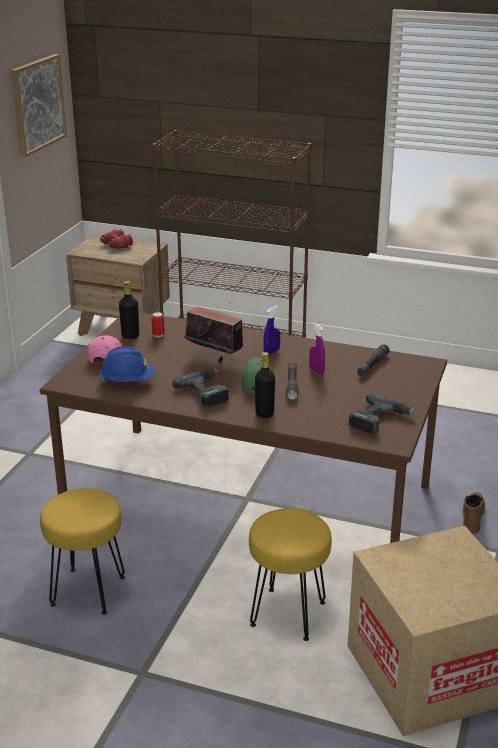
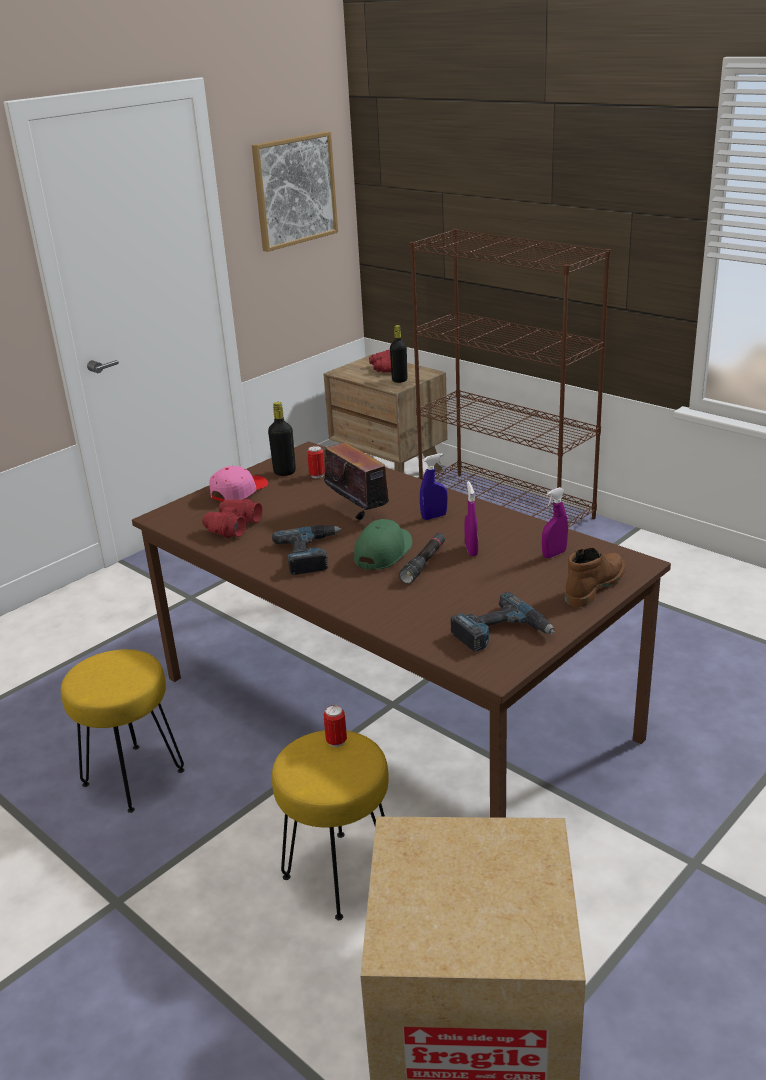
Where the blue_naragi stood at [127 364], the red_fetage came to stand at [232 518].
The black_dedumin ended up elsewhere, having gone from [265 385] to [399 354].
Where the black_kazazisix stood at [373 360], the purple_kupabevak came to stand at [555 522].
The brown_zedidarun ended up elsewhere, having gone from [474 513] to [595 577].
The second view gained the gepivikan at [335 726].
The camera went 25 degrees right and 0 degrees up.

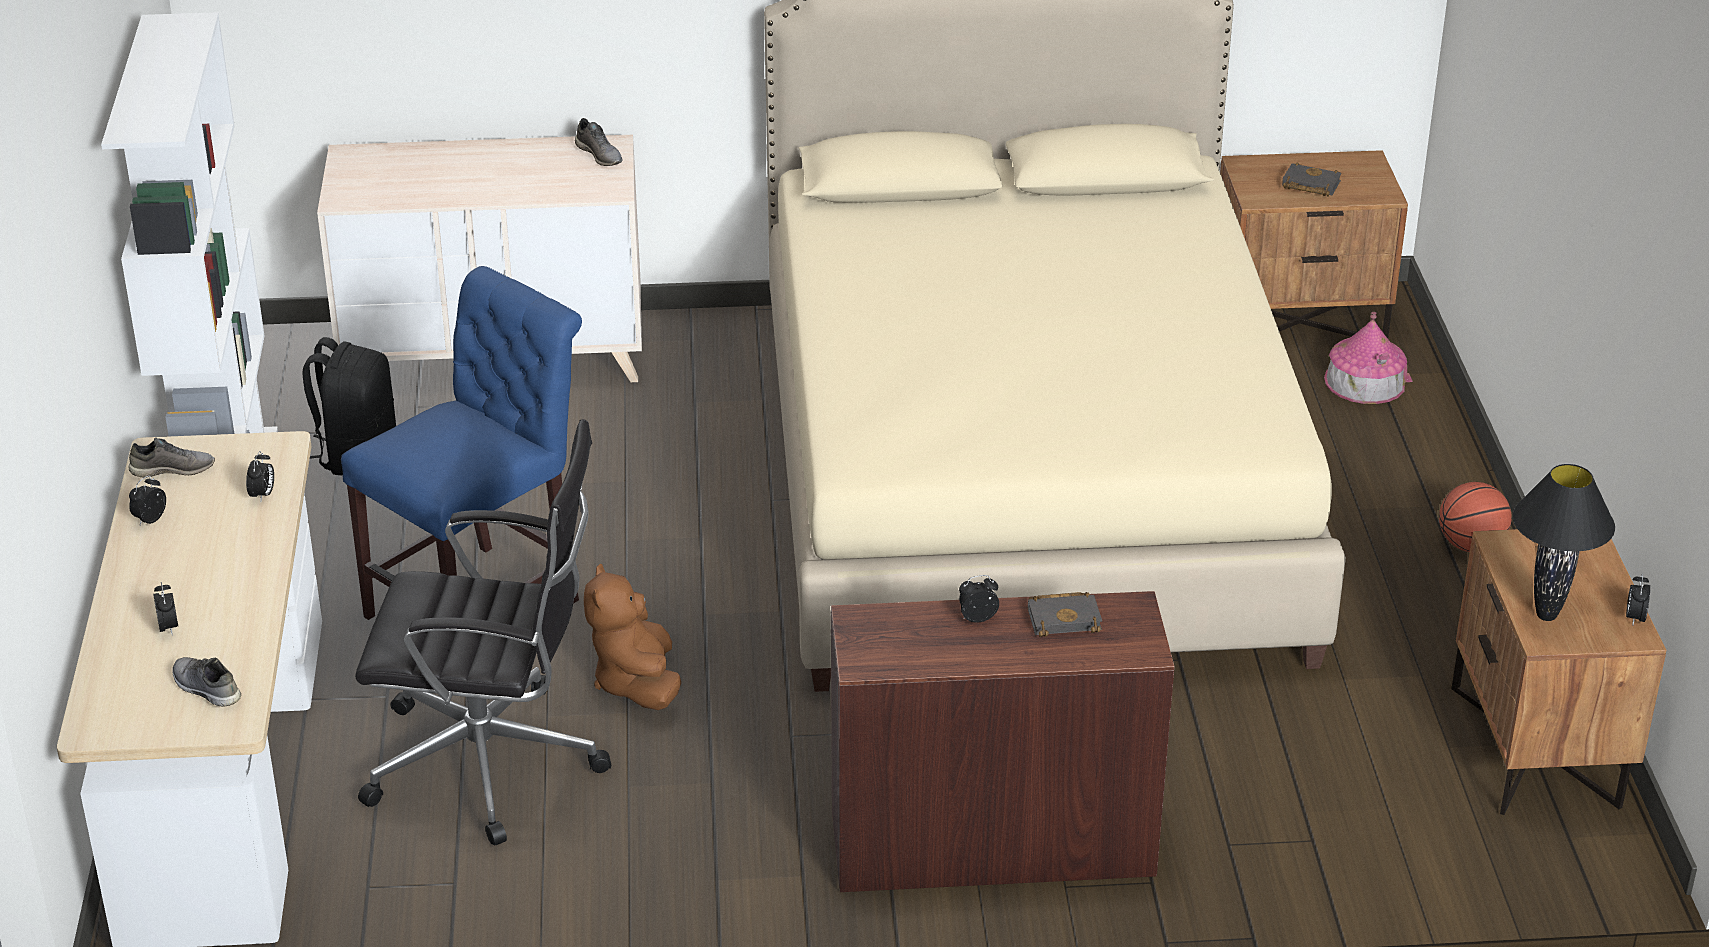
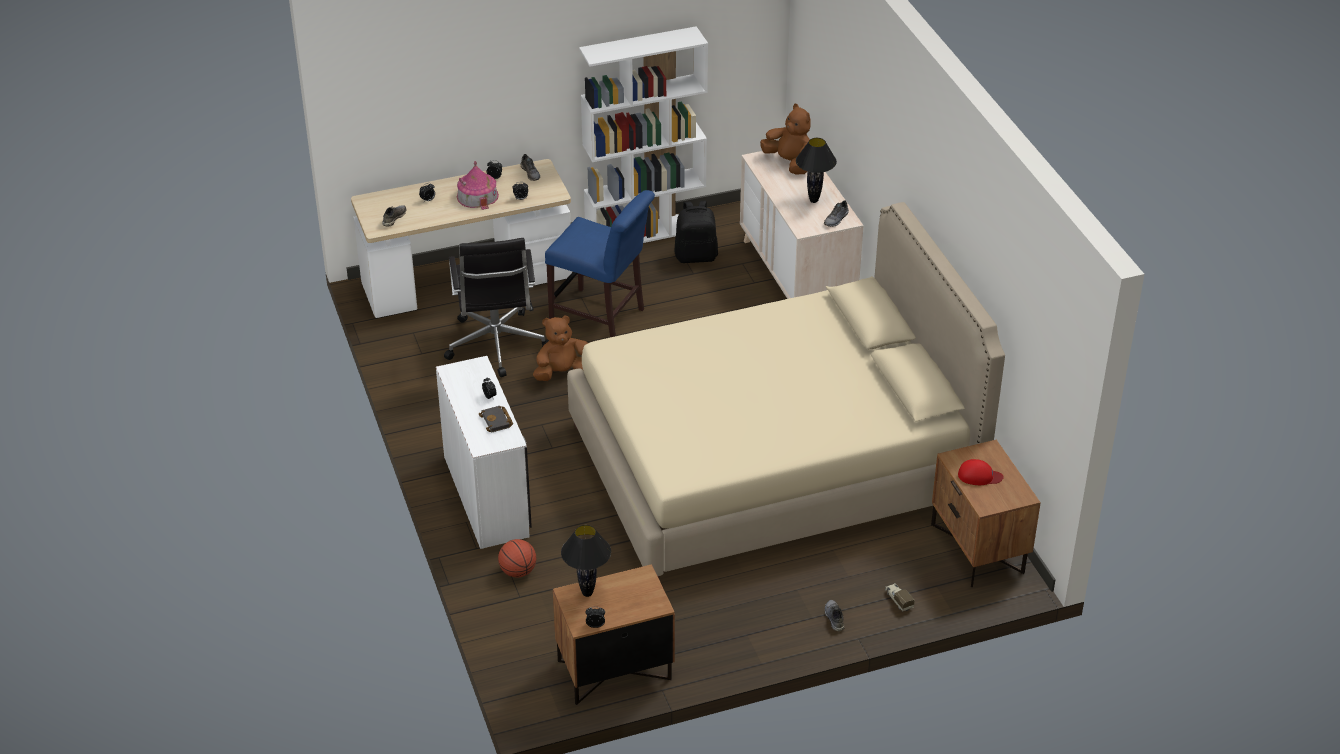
What was the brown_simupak at [1003 741] turned into the white_simupak at [484 452].
Where the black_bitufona stood at [1312 179], the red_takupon came to stand at [981 472].
The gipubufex ended up elsewhere, having gone from [1368 358] to [478 185].
The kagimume ended up elsewhere, having gone from [1475 517] to [517 558].
The second view gained the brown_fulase at [785 139].
The second view gained the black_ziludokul at [816 170].
The second view gained the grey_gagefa at [835 615].
The second view gained the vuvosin at [900 597].
The camera went 75 degrees right and 5 degrees up.

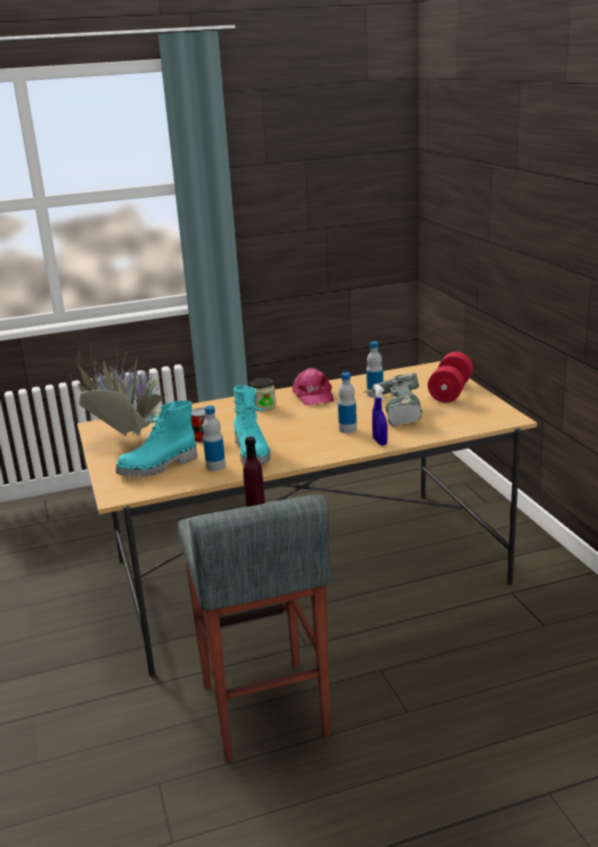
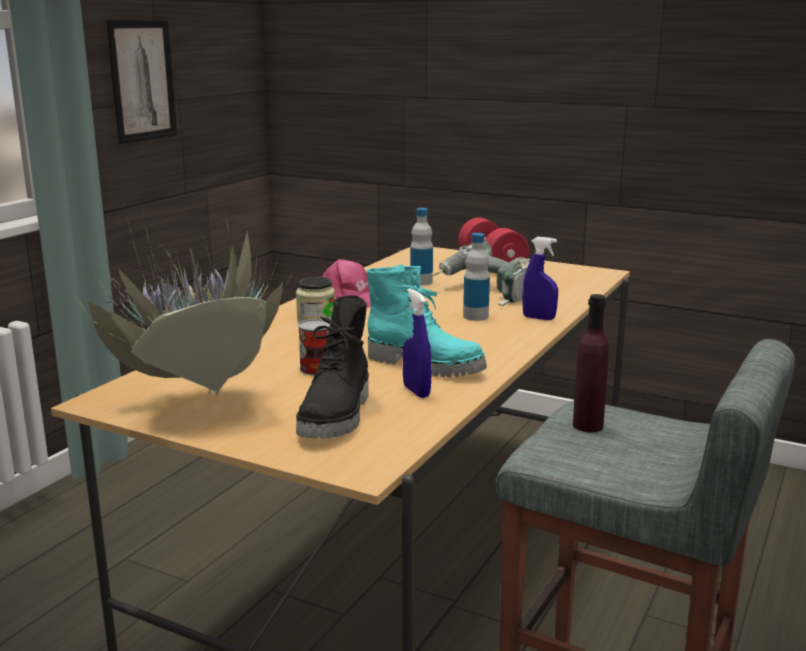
What was the turquoise_zedidarun at [156 439] turned into the black_zedidarun at [332 367].
Where the dedumin stood at [214 438], the blue_kupabevak came to stand at [417 343].
The second view gained the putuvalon at [141 82].
The camera went 45 degrees left and 5 degrees down.

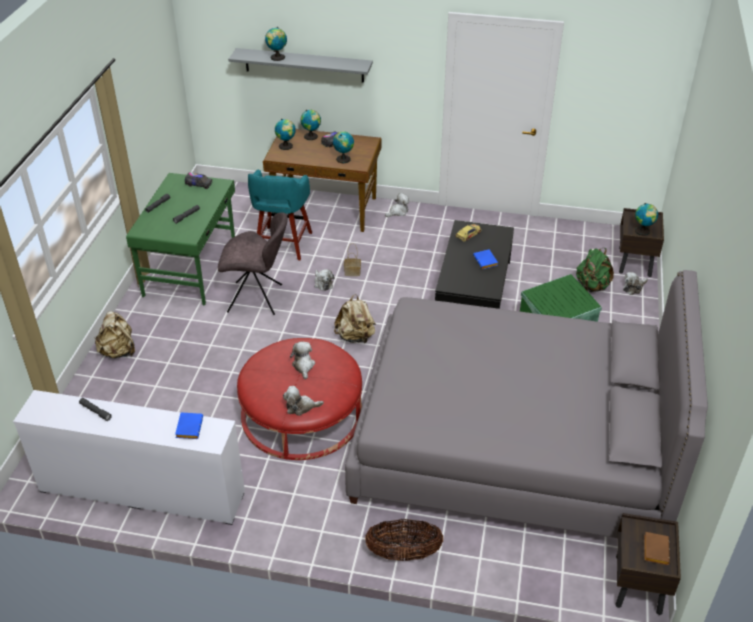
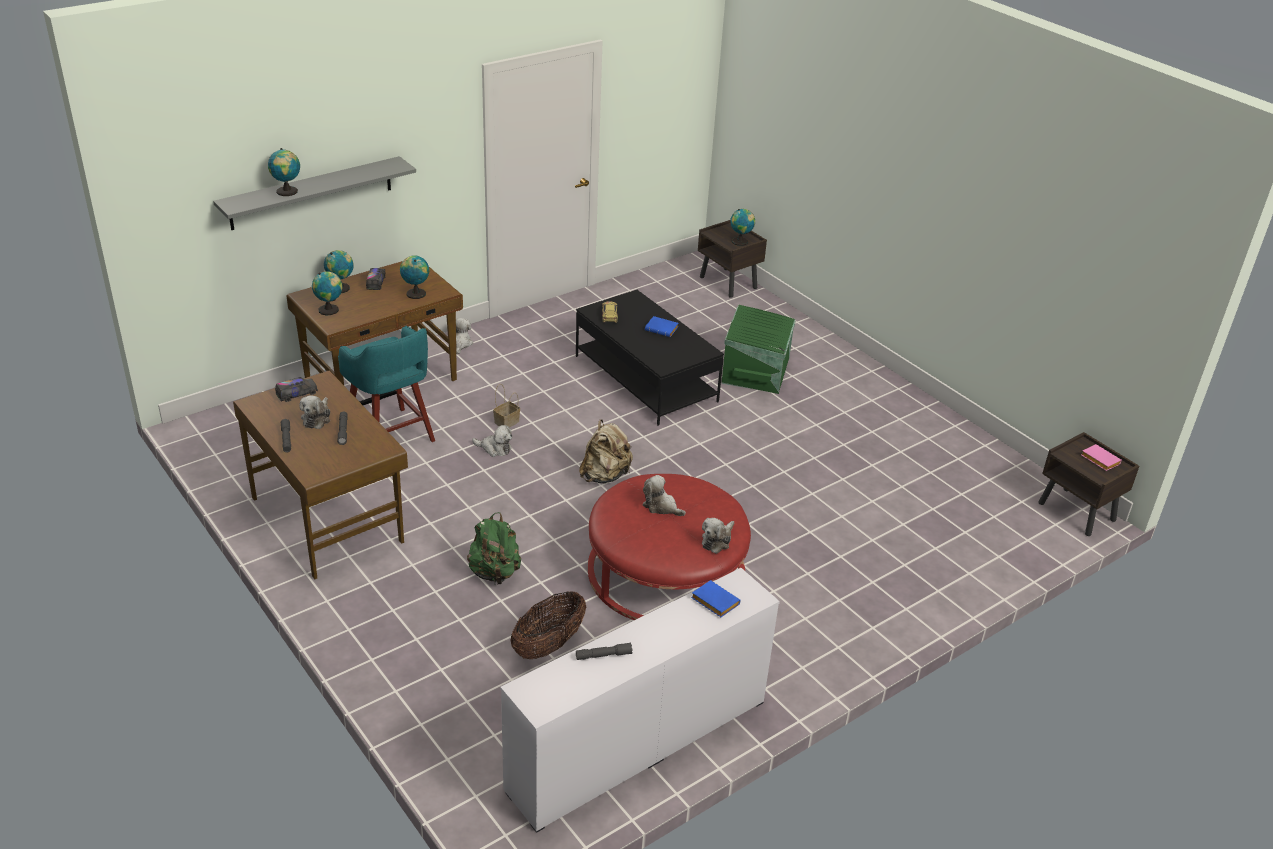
The second view lost the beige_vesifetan at [114 334].
What was the green_simupak at [180 239] turned into the brown_simupak at [320 474].
The second view lost the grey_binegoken at [253 263].
The second view lost the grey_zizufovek at [526 404].
The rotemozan ended up elsewhere, having gone from [404 540] to [548 625].
The green_vesifetan ended up elsewhere, having gone from [595 270] to [494 548].
The fulase ended up elsewhere, having gone from [635 283] to [315 412].
What was the brown_bitufona at [657 548] turned into the pink_bitufona at [1101 457].
The camera went 50 degrees left and 5 degrees down.

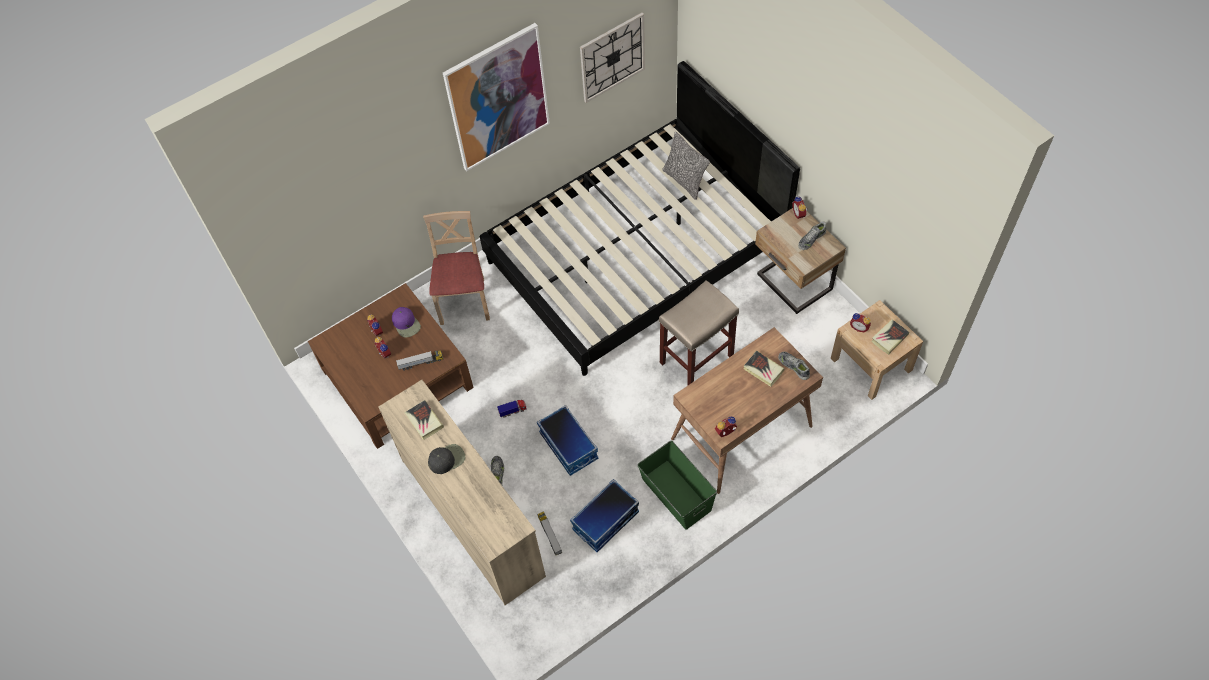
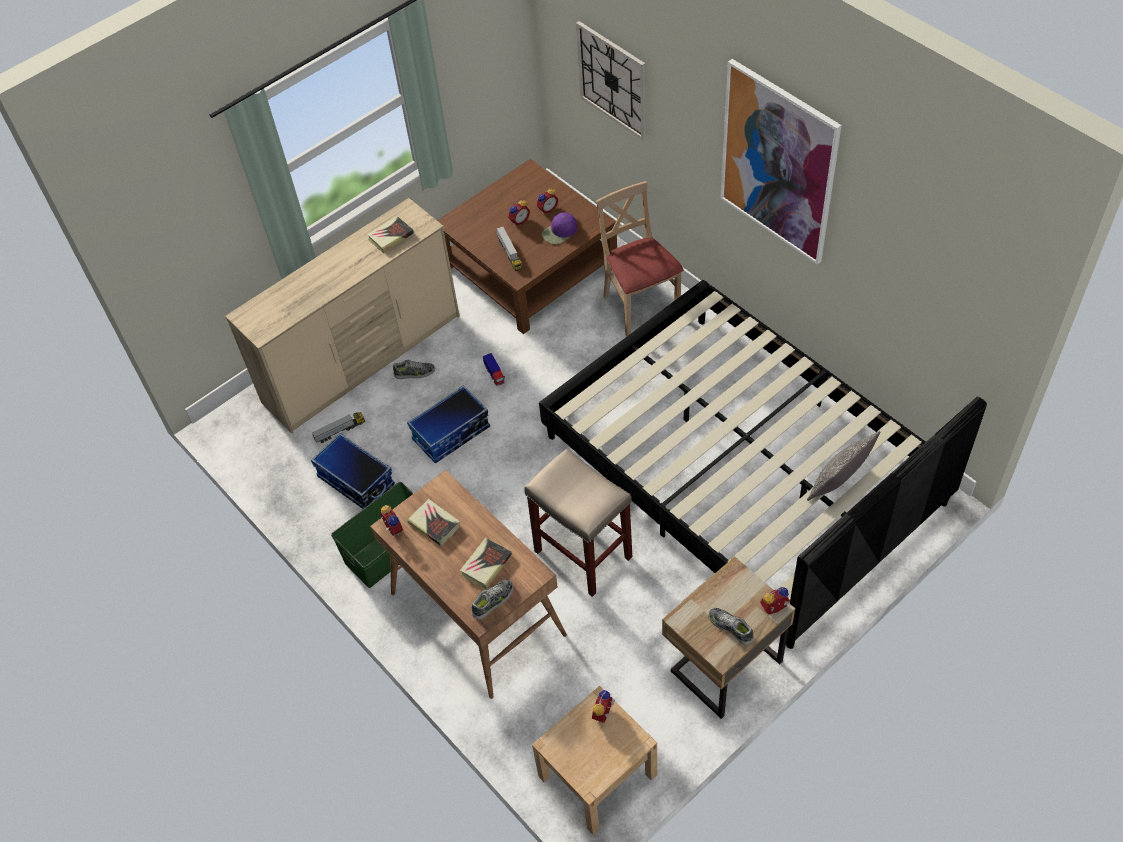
The beige_binegoken at [456 268] ended up facing another way, 105 degrees counterclockwise from before.
The second view lost the black_takupon at [446 459].
The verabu ended up elsewhere, having gone from [612 58] to [611 80].
The bitufona ended up elsewhere, having gone from [890 337] to [433 522].
The camera went 85 degrees right and 5 degrees down.

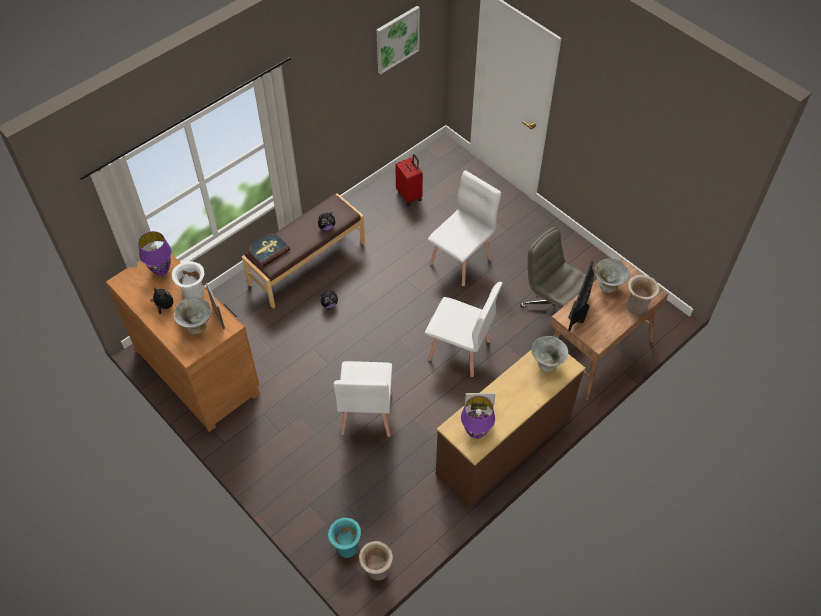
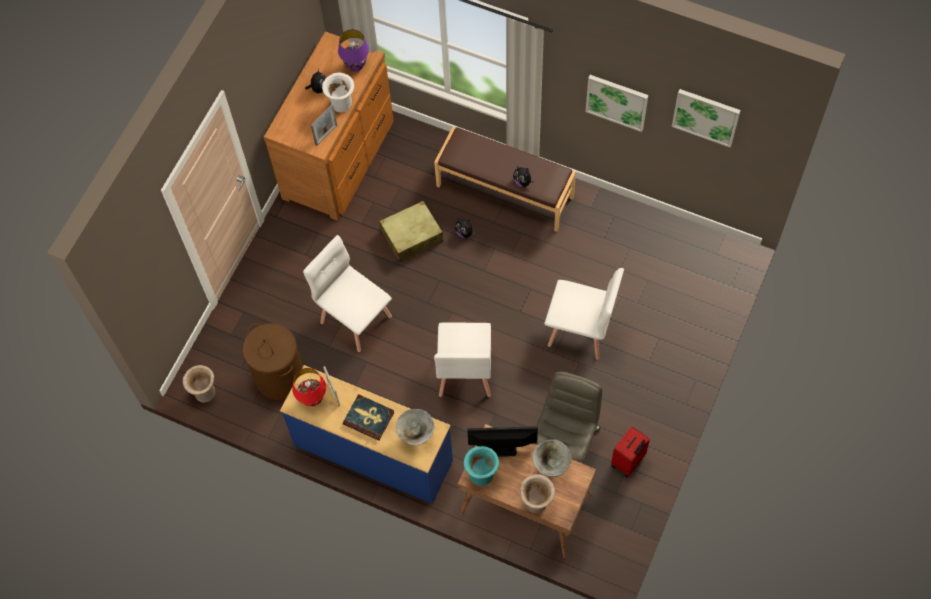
The second view lost the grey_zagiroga at [192 315].
The bitufona ended up elsewhere, having gone from [268 249] to [368 417].
The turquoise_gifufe ended up elsewhere, having gone from [344 538] to [481 466].
The white_binegoken at [363 399] ended up facing another way, 60 degrees clockwise from before.
The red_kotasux ended up elsewhere, having gone from [409 180] to [630 452].
What was the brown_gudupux at [510 428] turned into the blue_gudupux at [366 434].
What was the purple_ziludokul at [478 417] turned into the red_ziludokul at [309 387].
The second view gained the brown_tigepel at [273 361].
The second view gained the beige_kotasux at [411 231].
The second view gained the putuvalon at [617 103].
The camera went 70 degrees right and 10 degrees up.

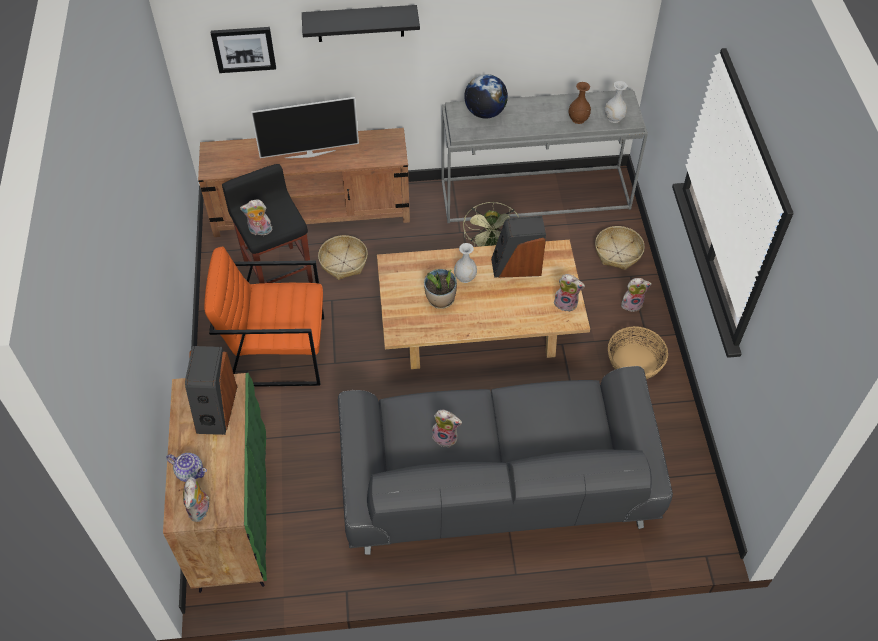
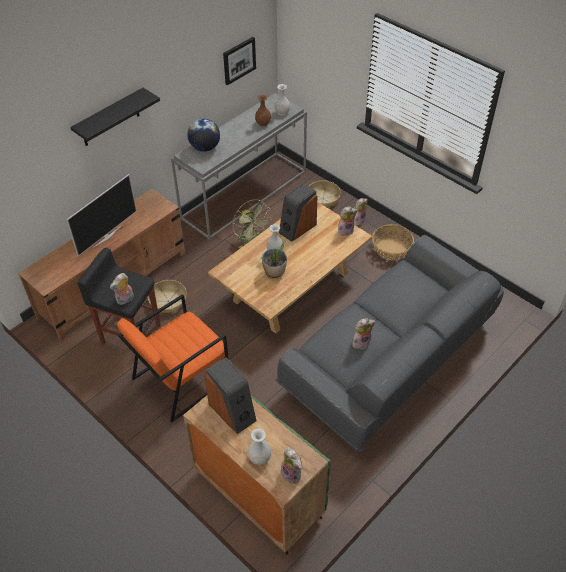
Where the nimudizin stood at [186 467], the white_gifufe came to stand at [259 447].
The putuvalon ended up elsewhere, having gone from [243 50] to [239 61].
The camera went 40 degrees left and 5 degrees down.

